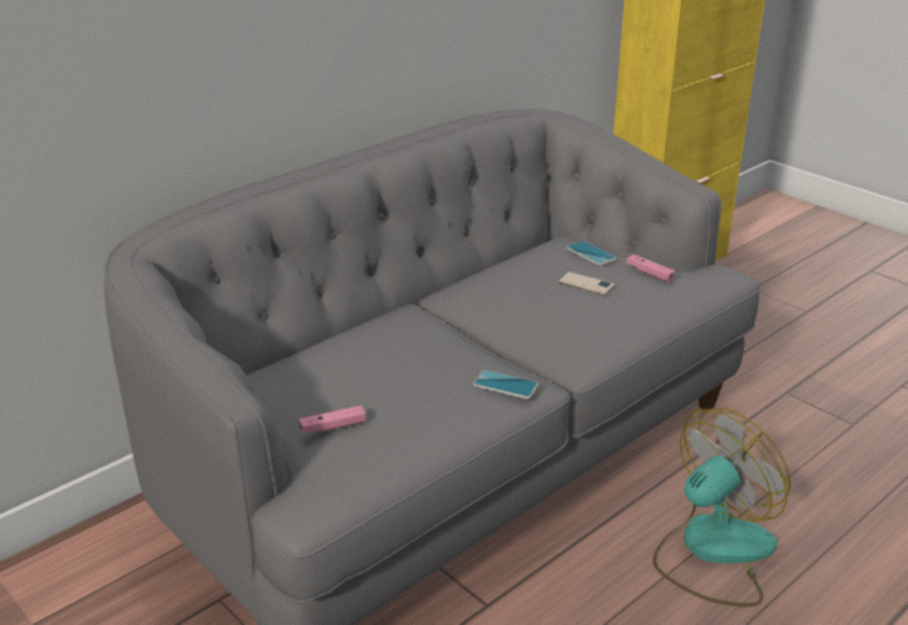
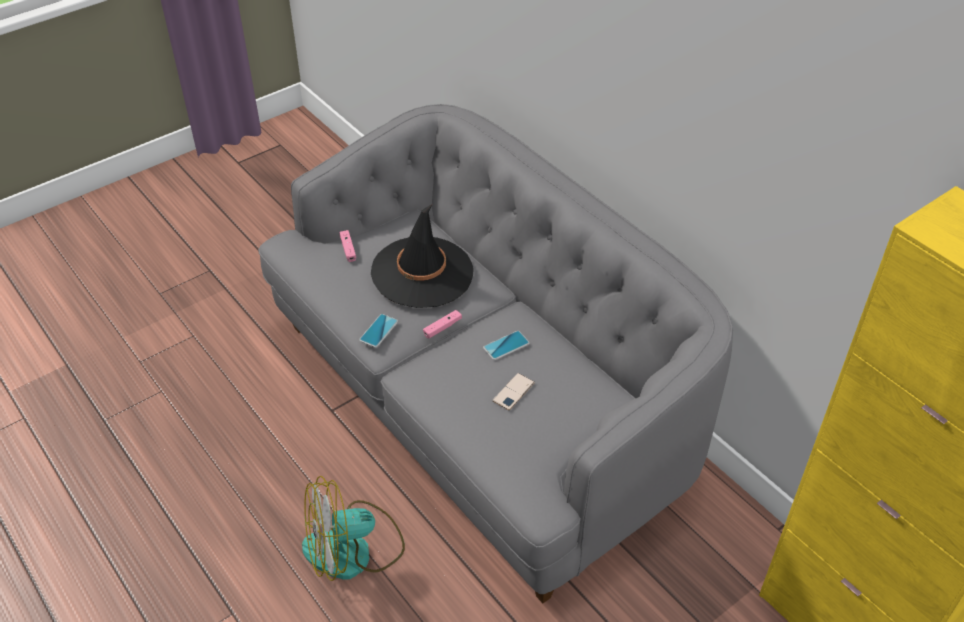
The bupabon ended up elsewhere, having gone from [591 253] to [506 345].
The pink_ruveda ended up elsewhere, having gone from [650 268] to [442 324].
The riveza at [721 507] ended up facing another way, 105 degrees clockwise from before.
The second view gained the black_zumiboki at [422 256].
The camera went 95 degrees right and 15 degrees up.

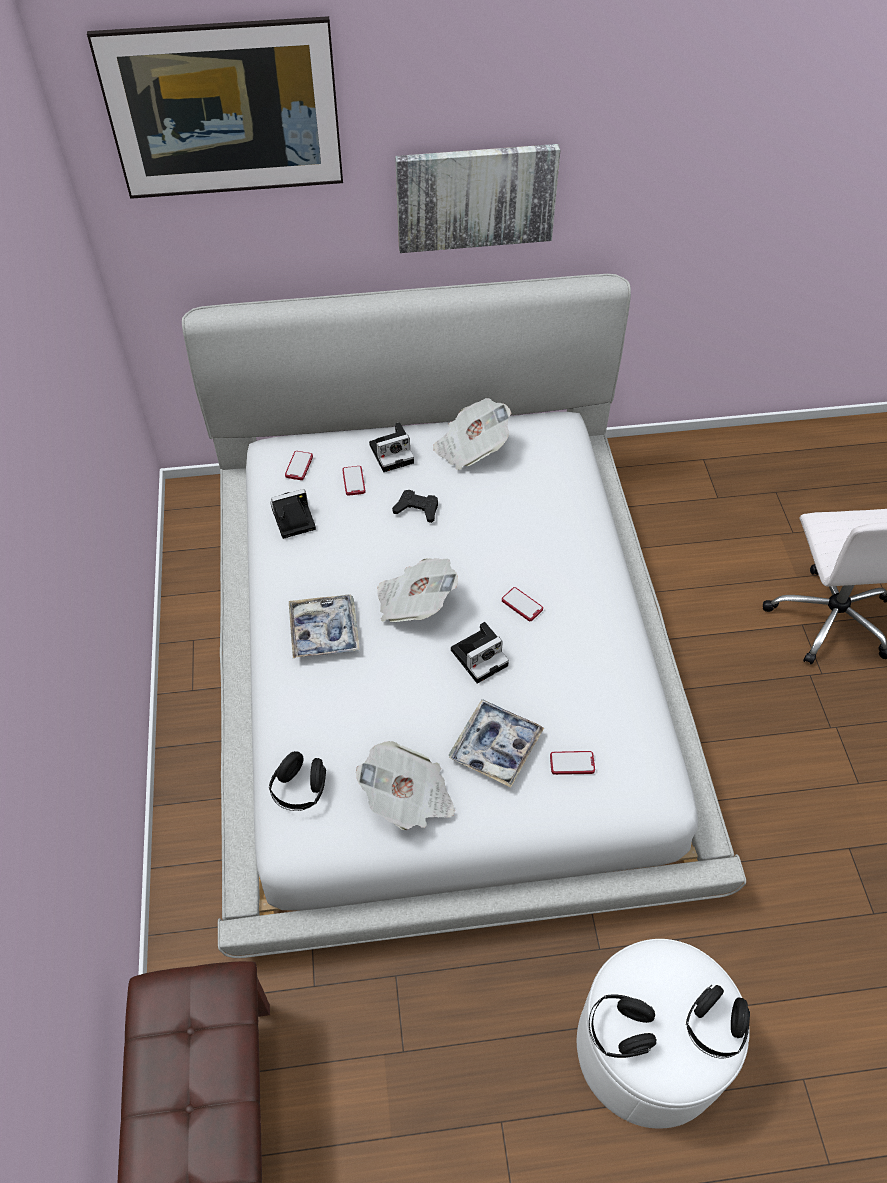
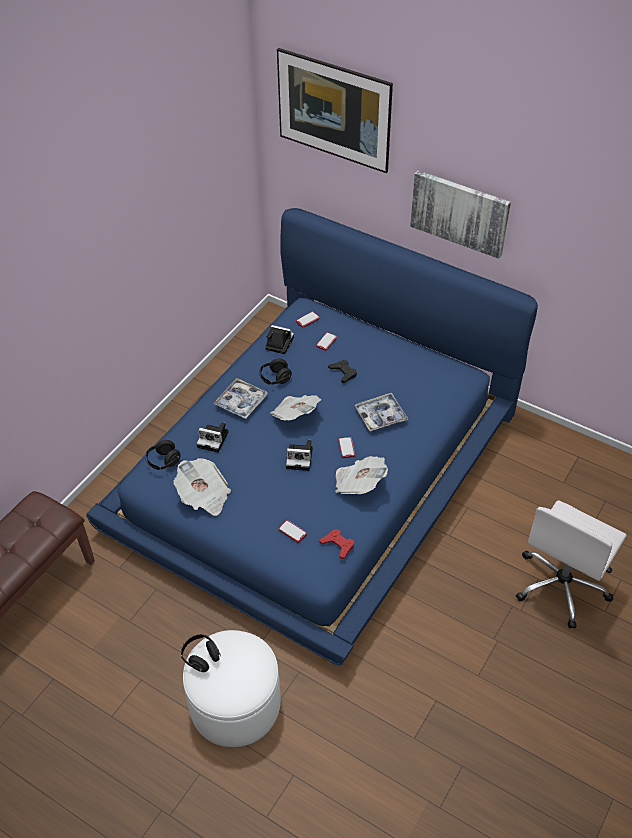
What was the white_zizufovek at [464 616] turned into the blue_zizufovek at [312 436].
The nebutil ended up elsewhere, having gone from [391 447] to [212 437].
The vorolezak ended up elsewhere, having gone from [472 434] to [362 475].
The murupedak ended up elsewhere, having gone from [496 743] to [381 412].
The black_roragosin ended up elsewhere, having gone from [718 1021] to [275 371].
The second view gained the red_ruveda at [337 544].
The camera went 40 degrees right and 5 degrees down.

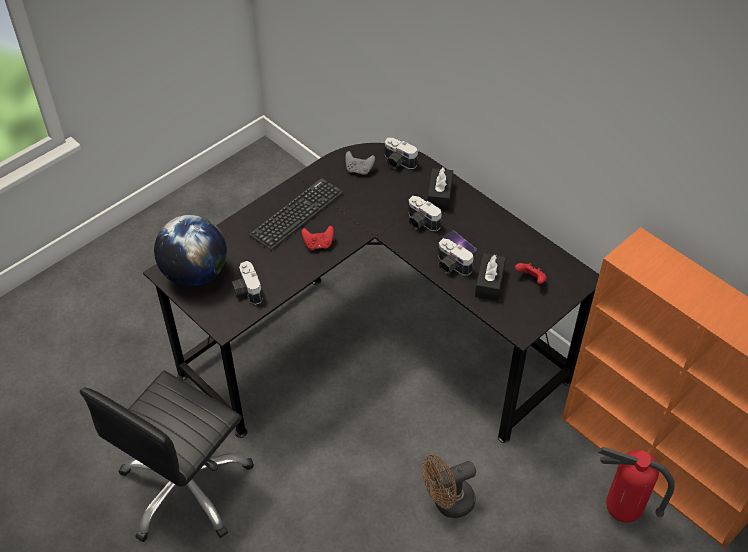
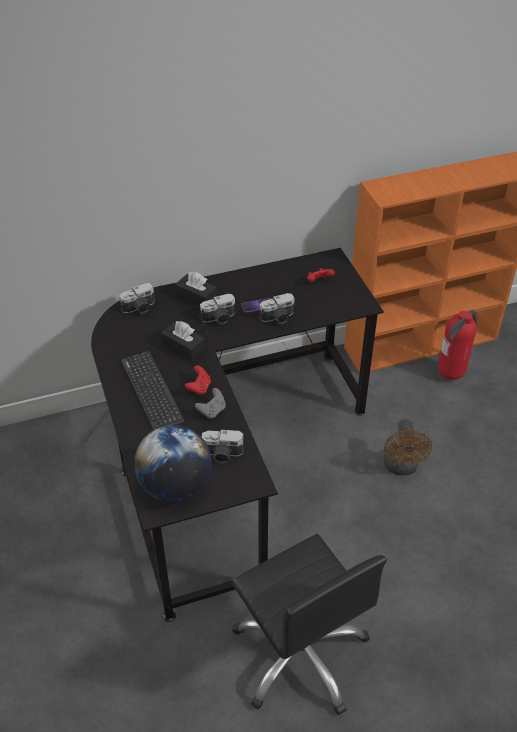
The grey_ruveda ended up elsewhere, having gone from [360 163] to [210 403].
The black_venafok ended up elsewhere, having gone from [490 277] to [183 341].
The camera went 65 degrees left and 5 degrees down.

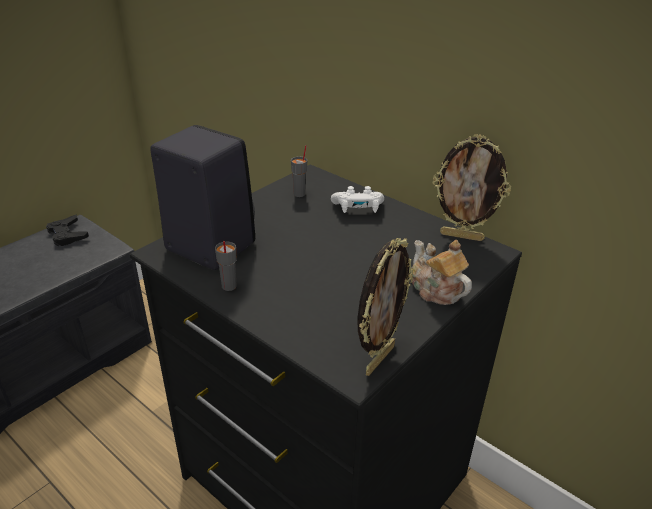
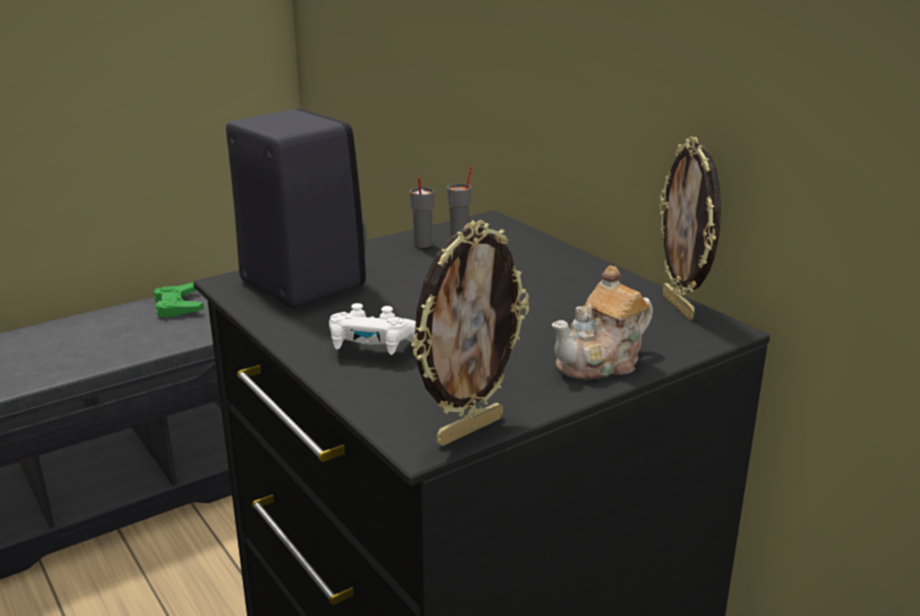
What was the black_ruveda at [67 230] turned into the green_ruveda at [179 300].
The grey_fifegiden ended up elsewhere, having gone from [226 266] to [422 212].
The white_ruveda ended up elsewhere, having gone from [357 199] to [372 329].
The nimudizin at [442 272] ended up facing another way, 105 degrees counterclockwise from before.
The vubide at [472 187] ended up facing another way, 45 degrees clockwise from before.
The camera went 15 degrees right and 10 degrees down.

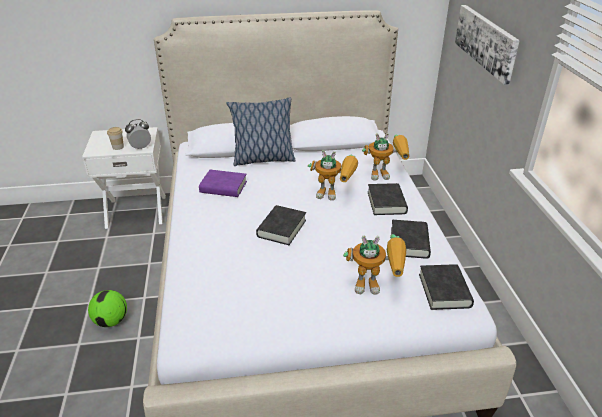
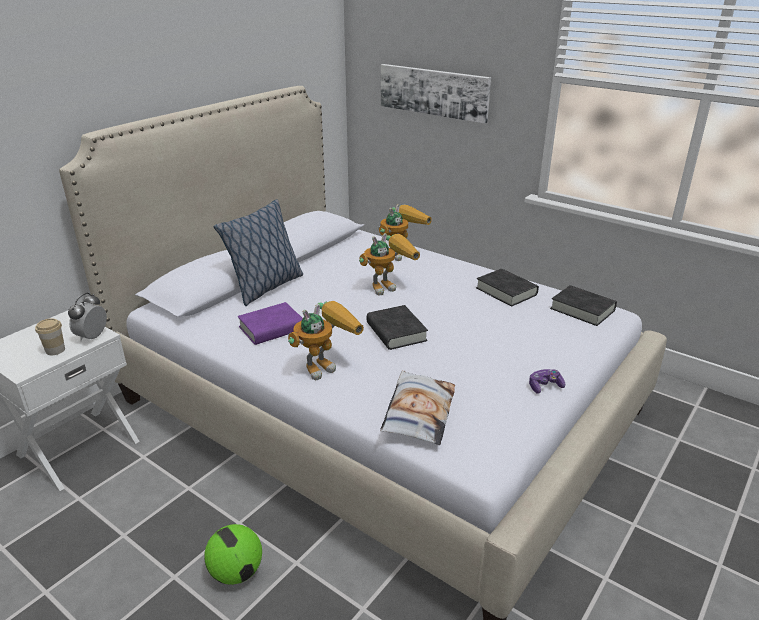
The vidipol ended up elsewhere, having gone from [374 264] to [326 340].
The second view lost the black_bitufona at [388 199].
The second view gained the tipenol at [417 407].
The second view gained the ruveda at [547 381].
The camera went 45 degrees left and 5 degrees down.

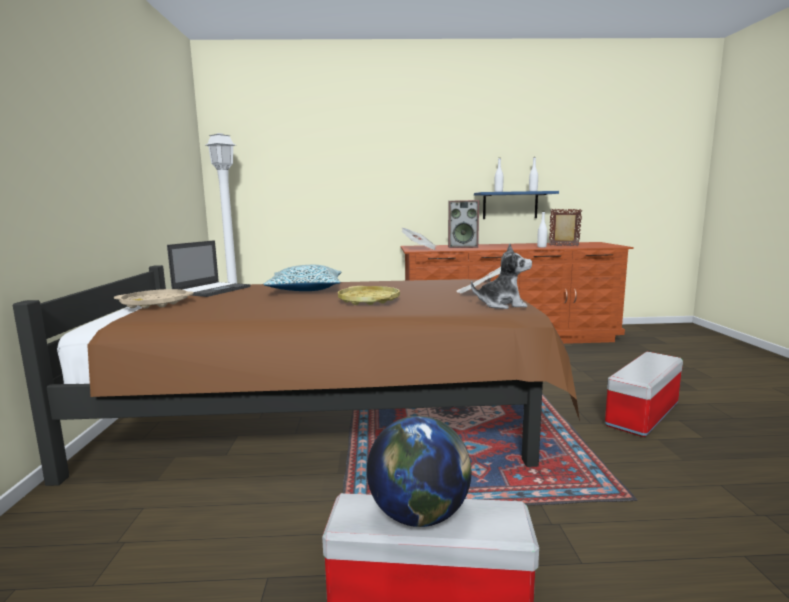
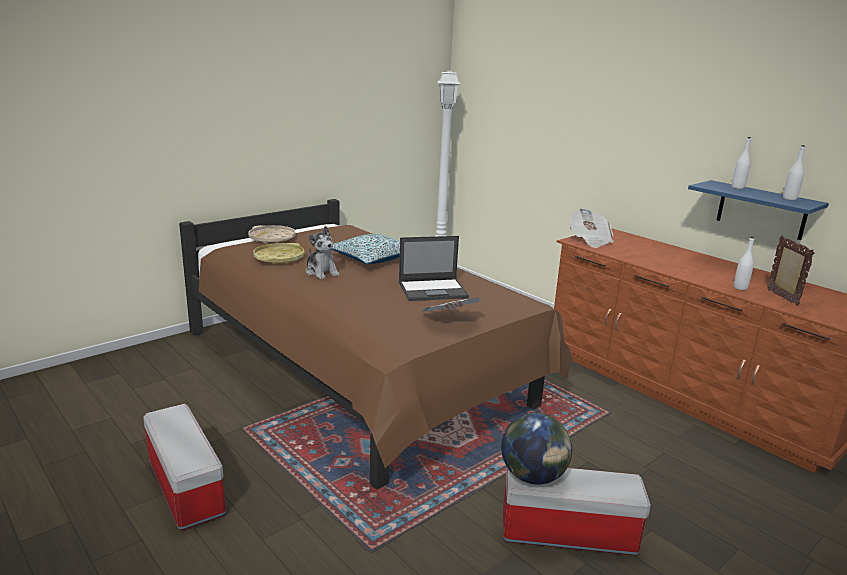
The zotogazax ended up elsewhere, having gone from [208 268] to [434 268].
The yellow_murupedak ended up elsewhere, having gone from [369 295] to [279 253].
The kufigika ended up elsewhere, having gone from [419 471] to [536 448].
The second view lost the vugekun at [463 224].
The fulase ended up elsewhere, having gone from [501 276] to [322 253].
The camera went 50 degrees right and 10 degrees up.

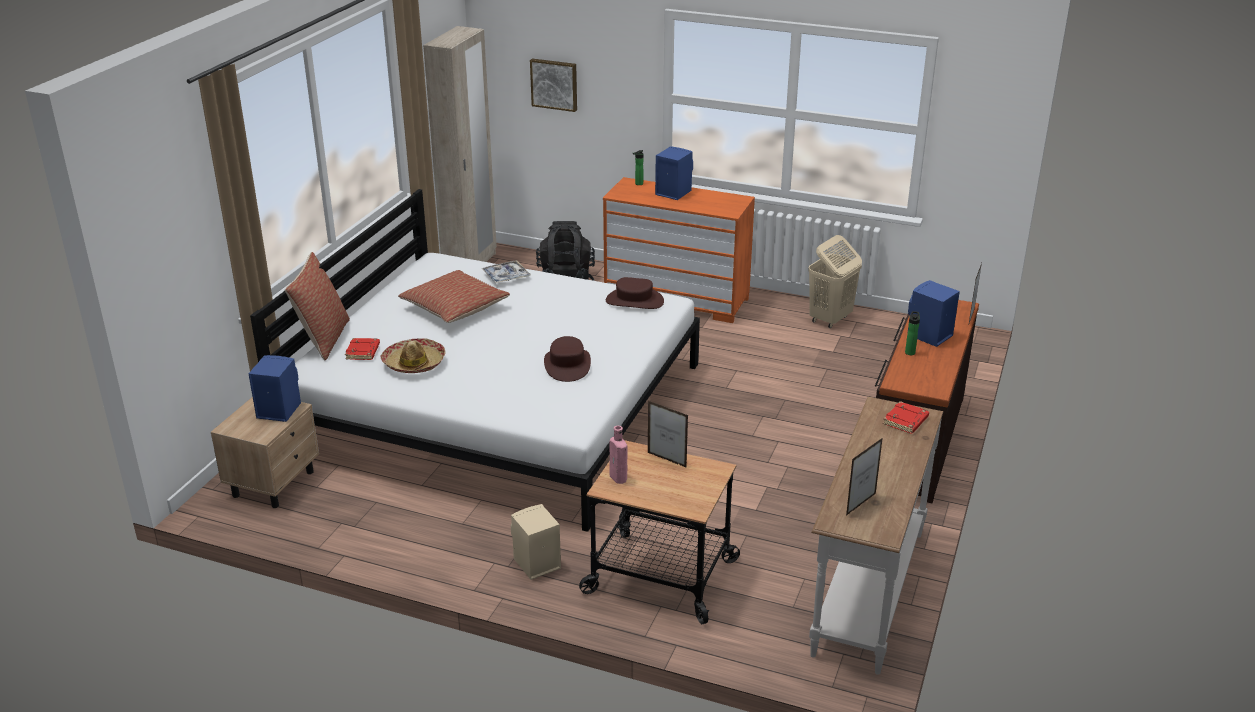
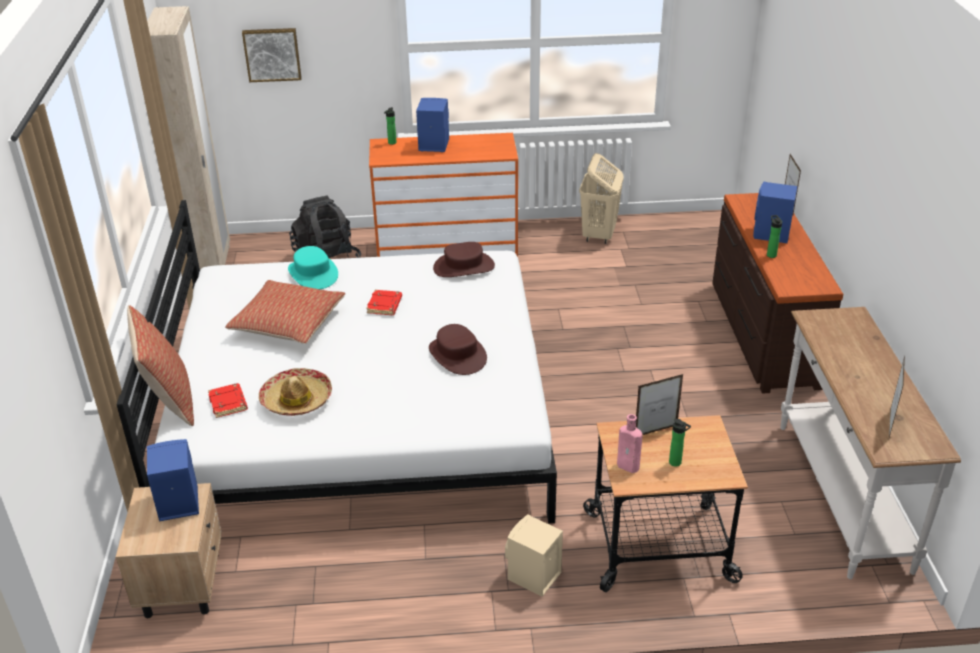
Where the murupedak stood at [506 271], the turquoise_zumiboki came to stand at [313 267].
The vubide at [668 434] ended up facing another way, 150 degrees clockwise from before.
The red_bitufona ended up elsewhere, having gone from [906 417] to [384 302].
The second view gained the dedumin at [680 443].
The camera went 25 degrees left and 5 degrees up.

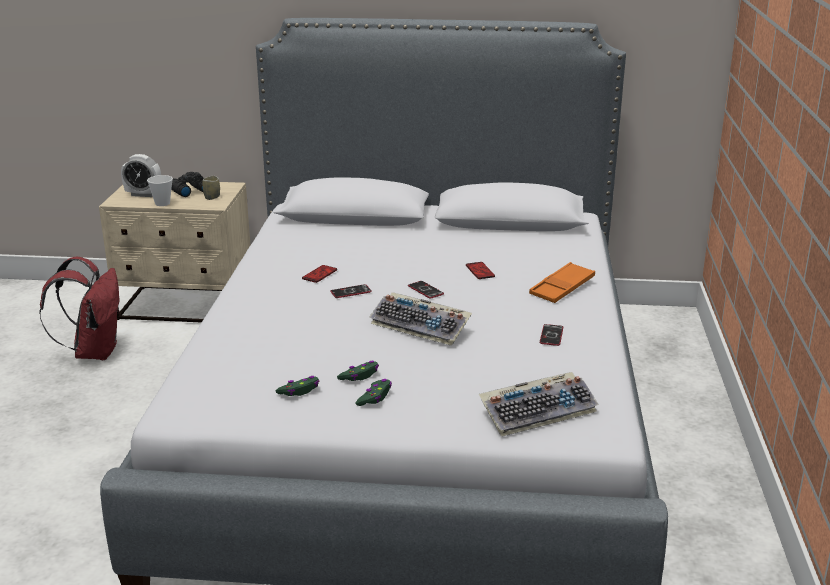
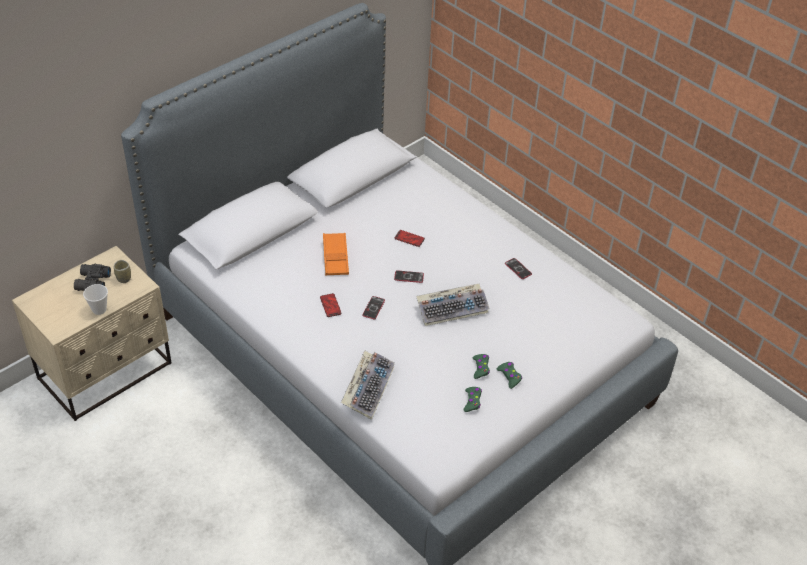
The second view lost the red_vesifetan at [80 308].
The second view lost the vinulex at [141 175].
The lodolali ended up elsewhere, having gone from [539 404] to [368 385].
The orange_murupedak ended up elsewhere, having gone from [562 282] to [336 254].
The camera went 50 degrees left and 20 degrees up.

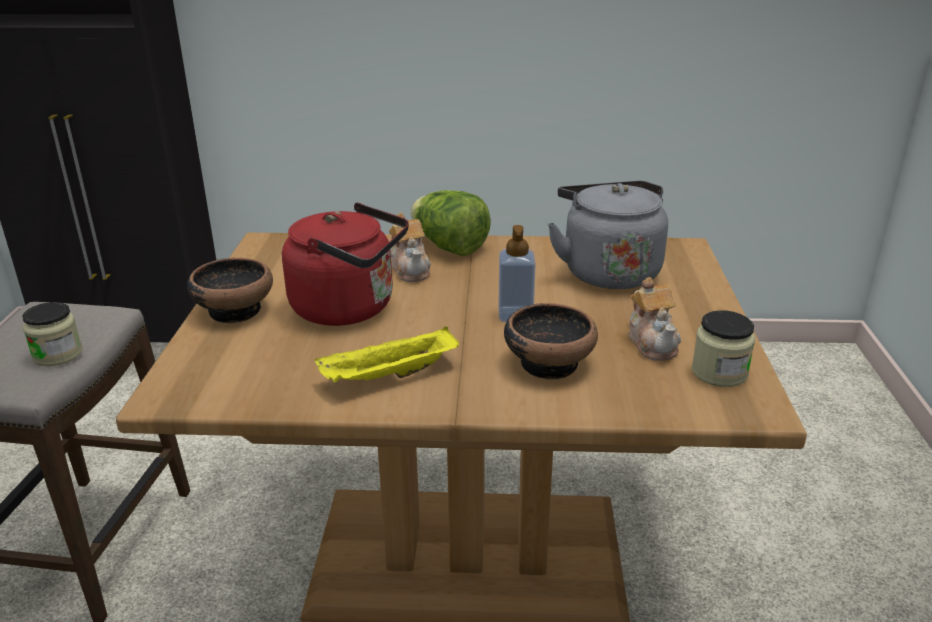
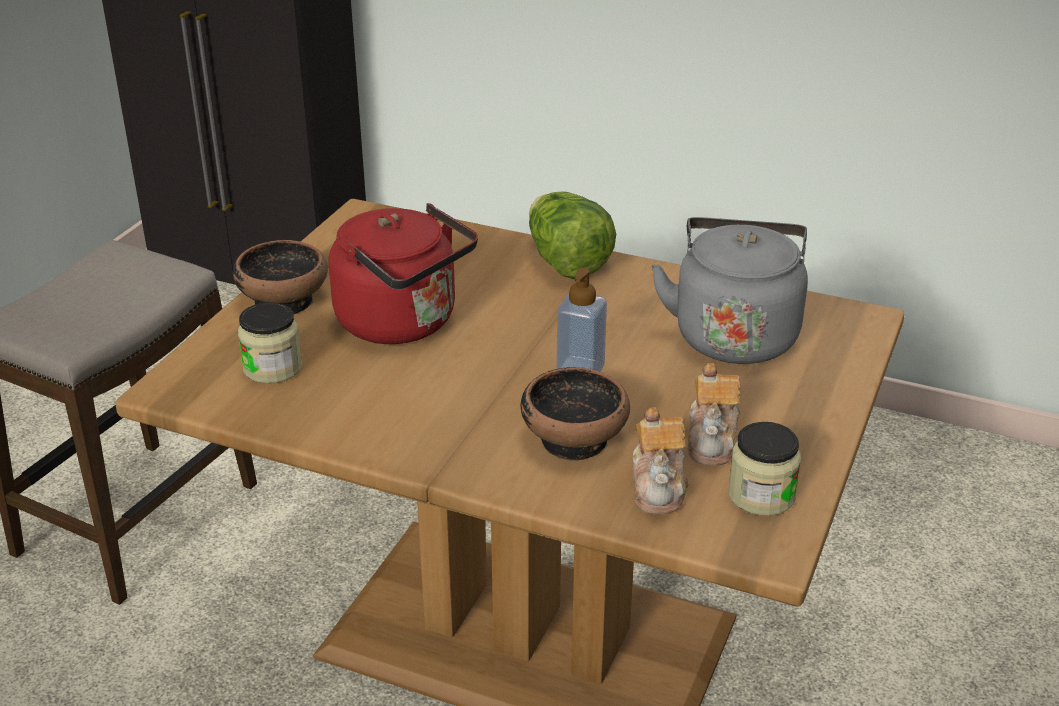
The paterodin ended up elsewhere, having gone from [52 334] to [270 343].
The second view lost the yellow_murupedak at [387 354].
The nimudizin ended up elsewhere, having gone from [410 247] to [660 460].
The camera went 20 degrees right and 5 degrees up.

